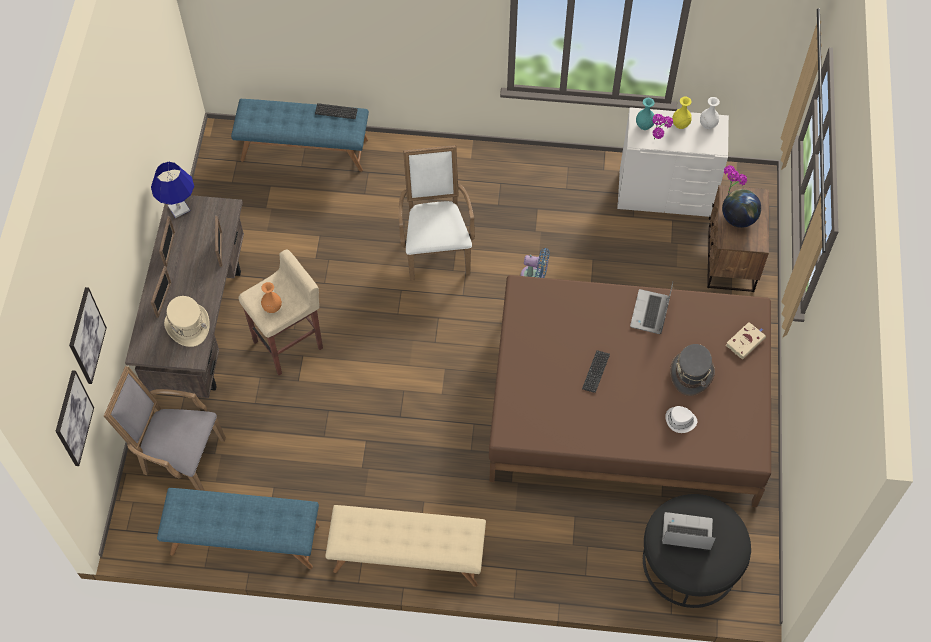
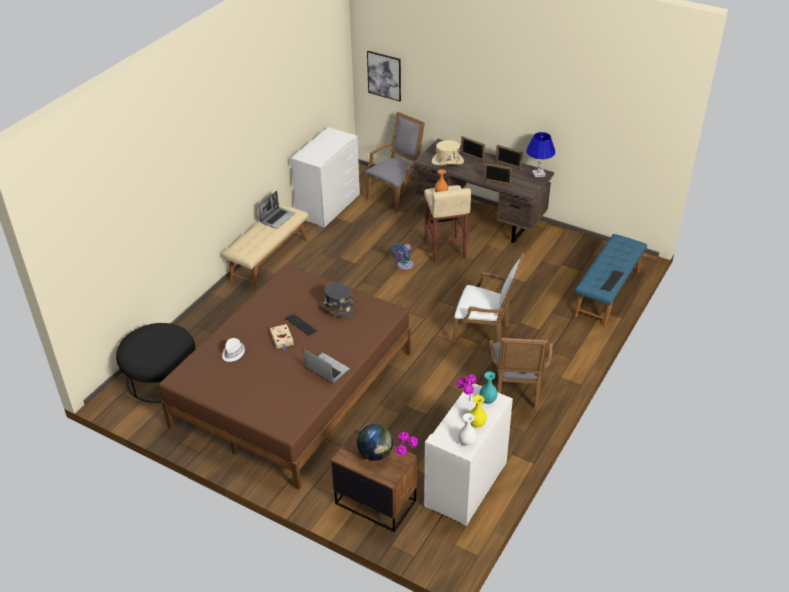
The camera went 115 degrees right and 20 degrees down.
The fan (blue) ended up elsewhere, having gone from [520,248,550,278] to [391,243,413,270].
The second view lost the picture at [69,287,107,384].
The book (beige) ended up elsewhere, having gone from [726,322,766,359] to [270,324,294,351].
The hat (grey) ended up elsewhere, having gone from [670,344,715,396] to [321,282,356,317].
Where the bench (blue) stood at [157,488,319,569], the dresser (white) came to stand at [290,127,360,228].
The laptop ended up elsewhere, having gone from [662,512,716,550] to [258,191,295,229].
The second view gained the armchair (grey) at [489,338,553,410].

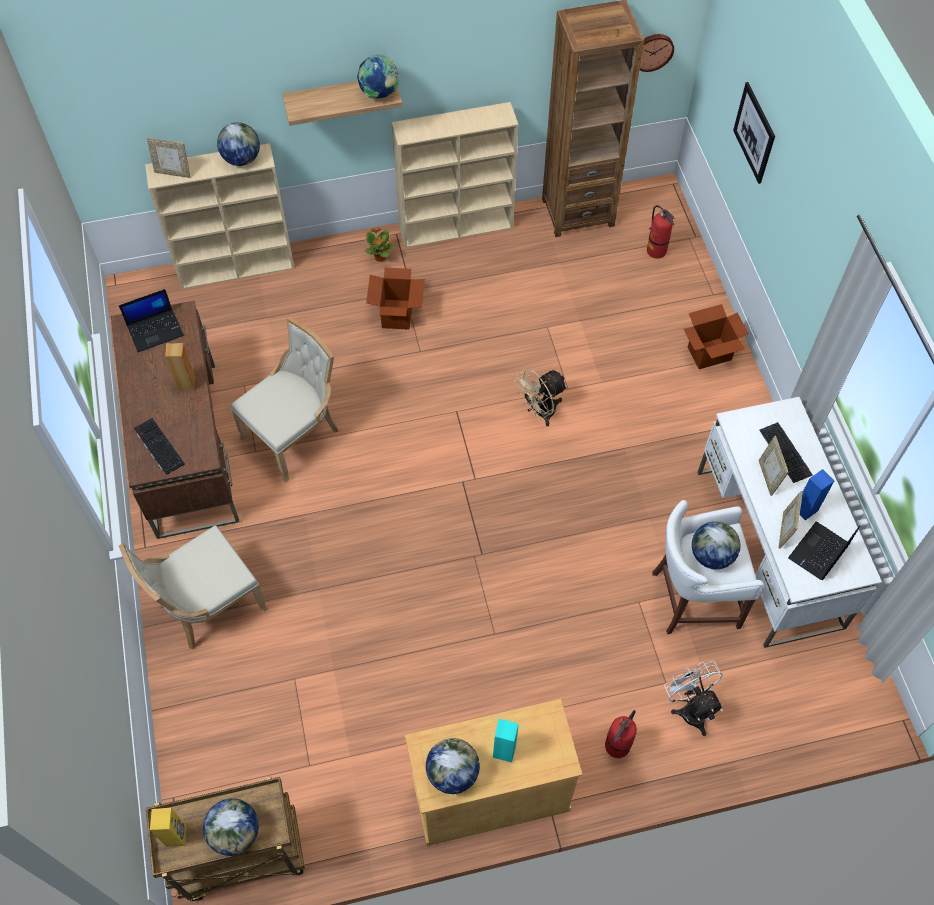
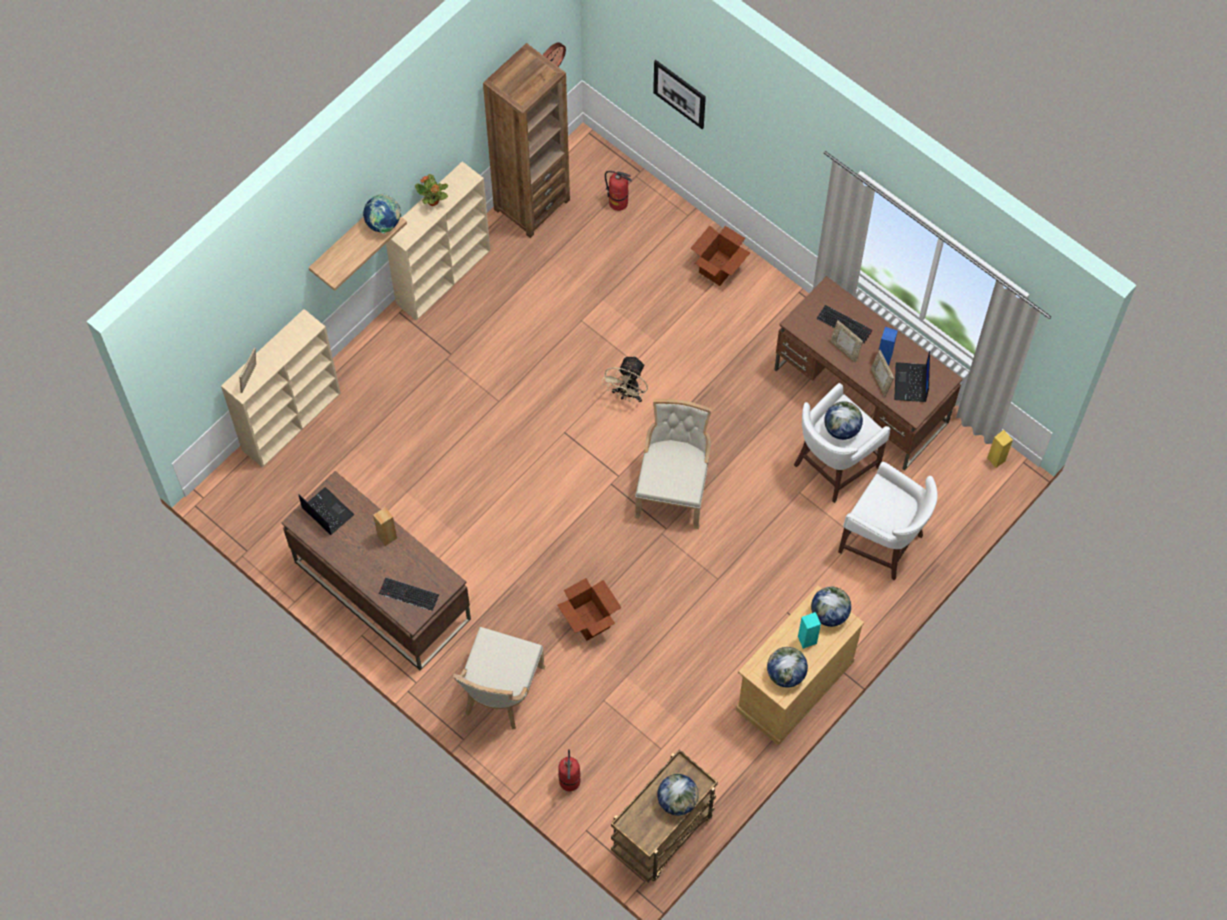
The camera went 35 degrees left and 5 degrees up.
The globe ended up elsewhere, having gone from [217,122,260,166] to [811,587,851,627].
The picture frame at [147,137,190,178] ended up facing another way, 135 degrees clockwise from before.
The potted plant ended up elsewhere, having gone from [365,227,395,262] to [415,174,448,206].
The cardboard box ended up elsewhere, having gone from [366,268,425,330] to [557,578,622,641].
The laptop at [119,289,184,352] ended up facing another way, 75 degrees counterclockwise from before.
The chair (beige) ended up elsewhere, having gone from [231,317,338,483] to [634,399,712,529].
What was the desk (white) at [697,397,882,648] turned into the desk (brown) at [774,276,963,471].
Where the fan (white) stood at [664,661,723,736], the stool (white) came to stand at [838,462,938,580].
The fire extinguisher ended up elsewhere, having gone from [605,710,637,758] to [558,749,581,791].
The speaker (yellow) ended up elsewhere, having gone from [150,808,186,847] to [987,430,1013,468].

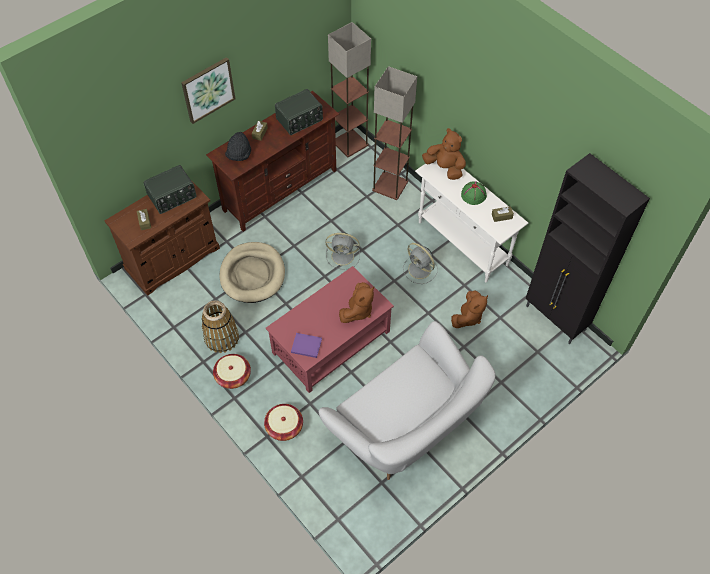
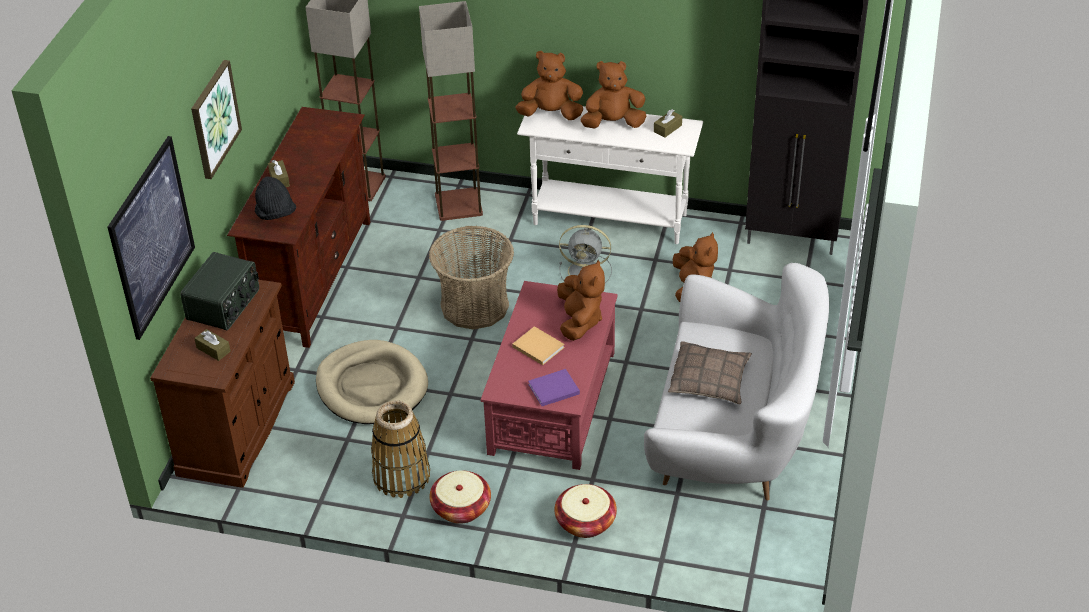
The camera went 35 degrees left and 15 degrees down.
The second view lost the radio at [275,89,323,135].
Where the hat (green) stood at [461,181,487,205], the plush toy (brown) came to stand at [580,61,646,129].
Where the fan (grey) stood at [326,232,360,270], the basket came to stand at [429,225,514,330].
The second view gained the picture at [107,136,195,340].
The second view gained the book (beige) at [512,326,565,365].
The second view gained the pillow at [668,341,752,404].

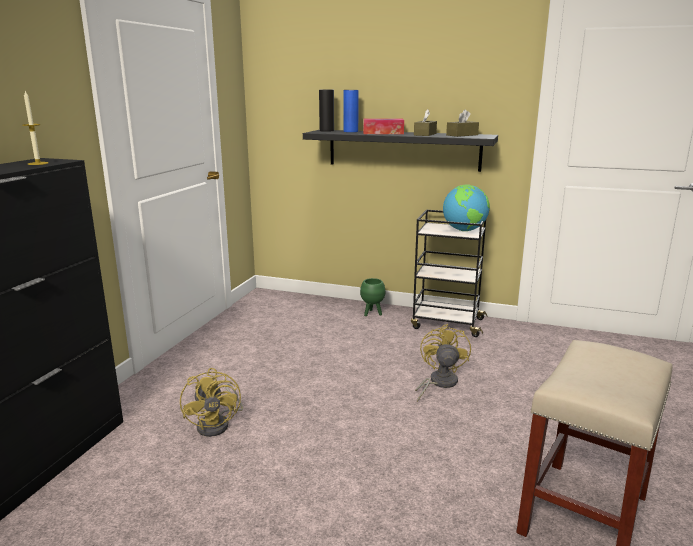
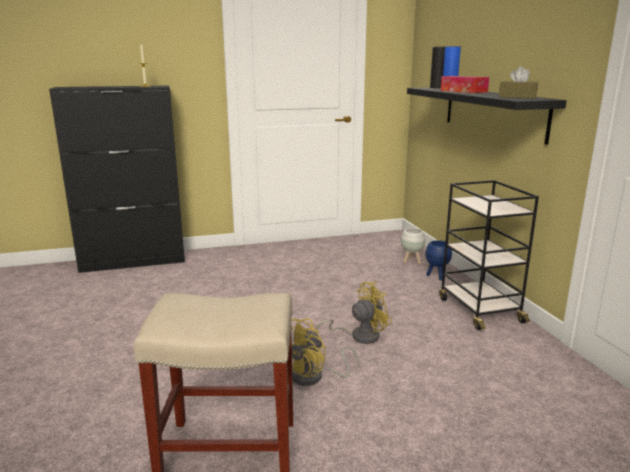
The camera went 55 degrees right and 0 degrees up.
The second view lost the tissue box (brown) at [414,109,437,136].
The second view lost the globe at [443,184,490,231].
What was the planter (green) at [360,278,385,316] turned into the planter (blue) at [426,240,452,280].
The fan (yellow) ended up elsewhere, having gone from [180,368,243,437] to [291,318,359,386].
The second view gained the planter (white) at [401,228,425,264].

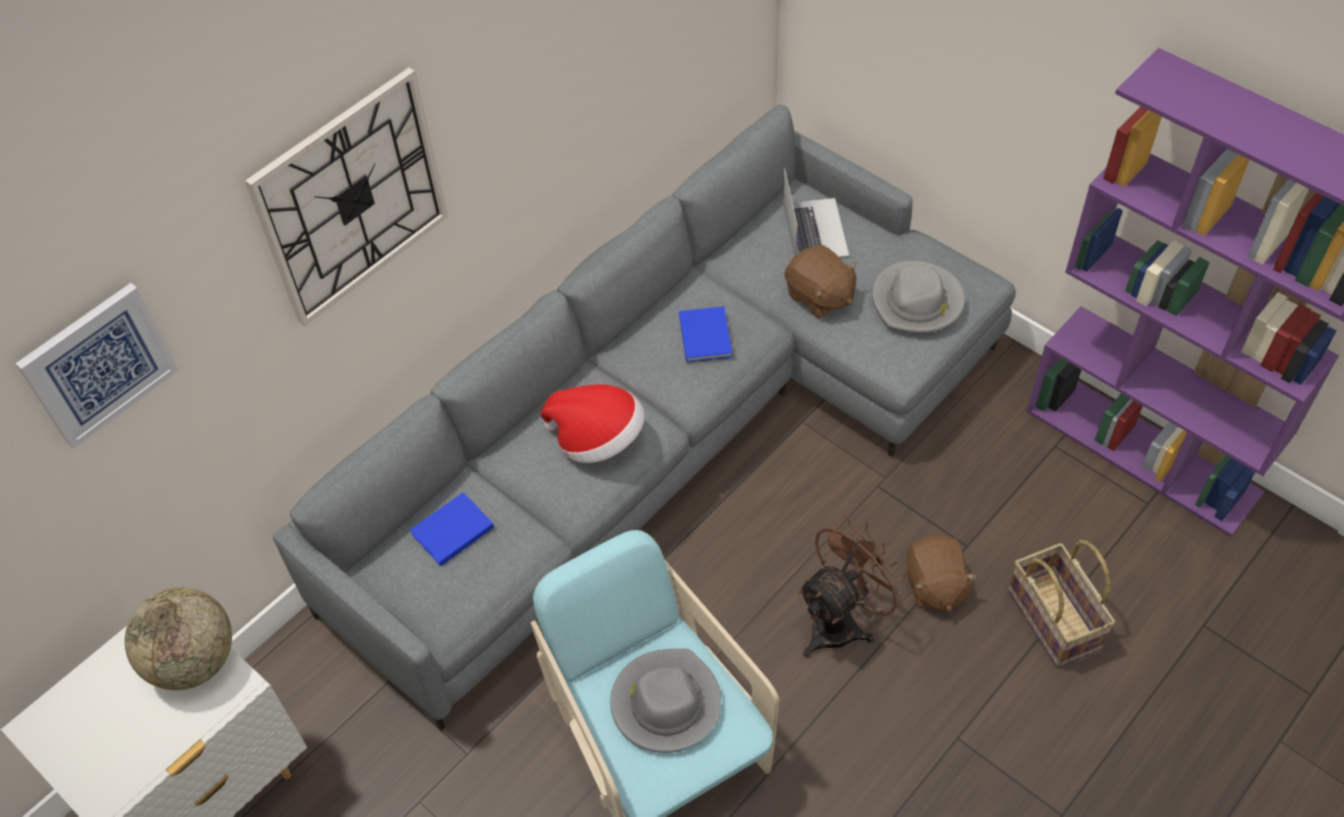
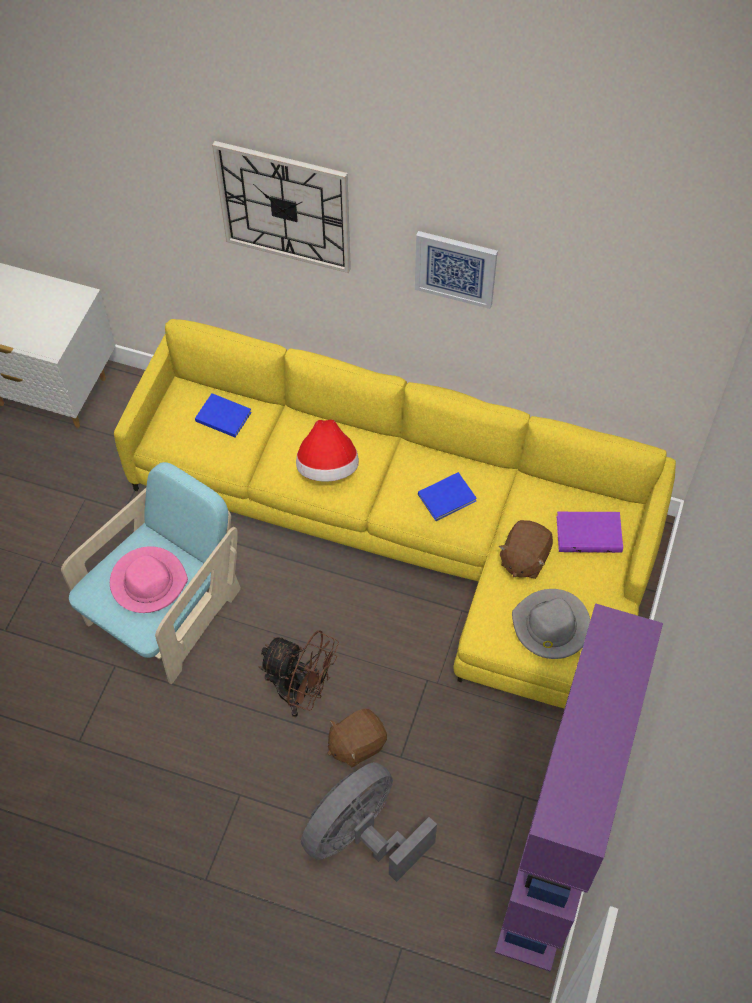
The camera went 65 degrees right and 5 degrees up.
What was the sofa (grey) at [273,104,1016,731] turned into the sofa (yellow) at [114,319,676,709].
Where the laptop stood at [783,168,849,257], the book (purple) came to stand at [556,511,623,553].
The picture ended up elsewhere, having gone from [15,283,179,449] to [415,231,498,309].
Where the basket stood at [1008,540,1116,668], the fan (grey) came to stand at [301,762,437,882].
The second view lost the globe at [125,587,232,690].
What was the hat (grey) at [610,648,721,753] turned into the hat (pink) at [110,546,188,613].

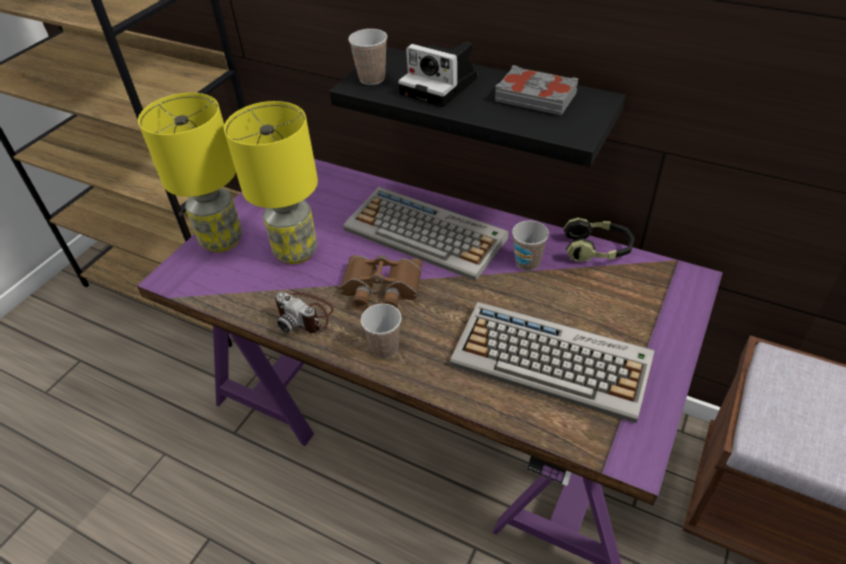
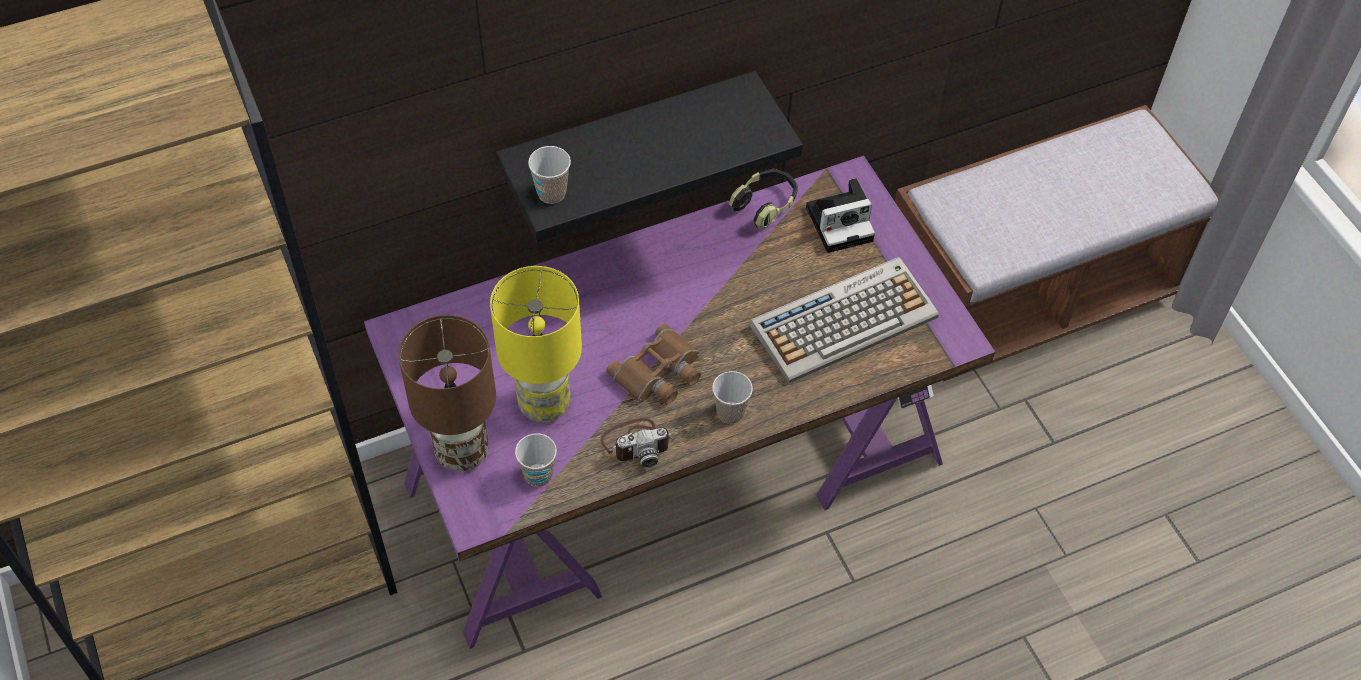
The camera went 55 degrees left and 10 degrees up.
The photo camera ended up elsewhere, having gone from [398,42,477,107] to [806,178,875,253].
The second view lost the book (grey) at [495,65,578,115].
What was the table lamp (yellow) at [138,93,242,252] turned into the table lamp (brown) at [398,315,496,471].
The second view lost the keyboard at [343,187,509,281].
The cup ended up elsewhere, having gone from [512,221,549,271] to [515,433,557,487].

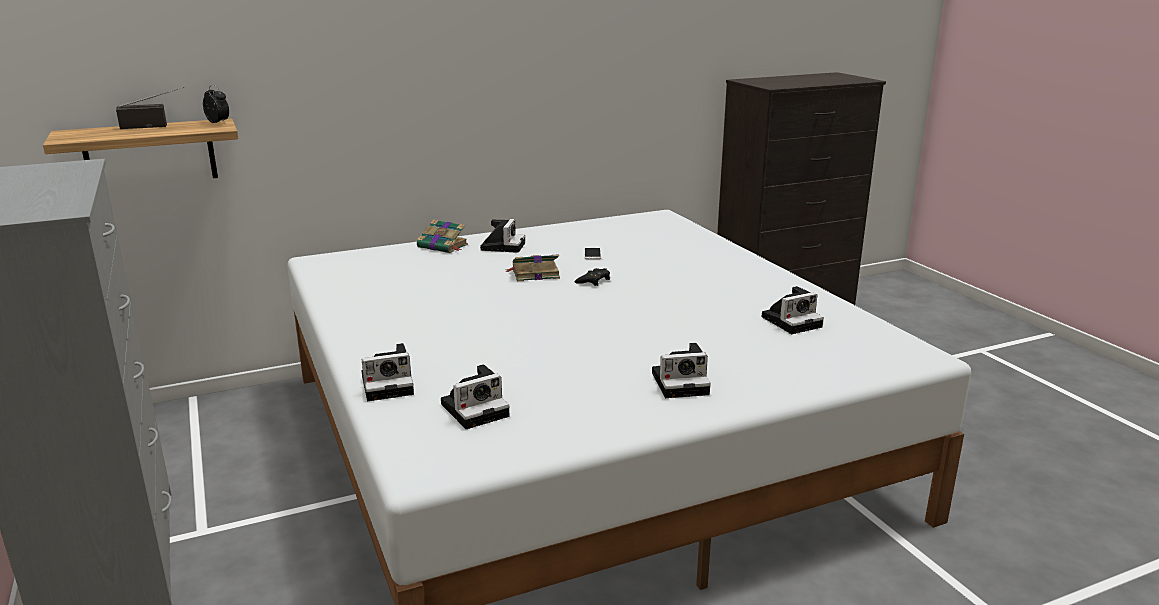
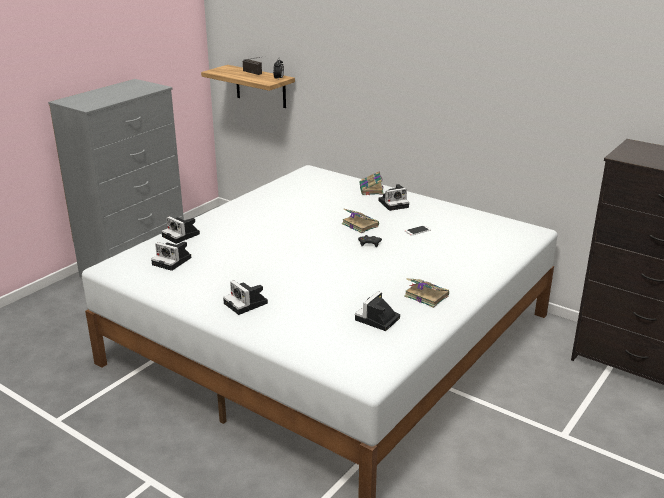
The camera went 60 degrees right and 5 degrees up.
The photo camera at [762,286,824,334] ended up facing another way, 90 degrees clockwise from before.
The second view gained the book at [404,278,449,308].

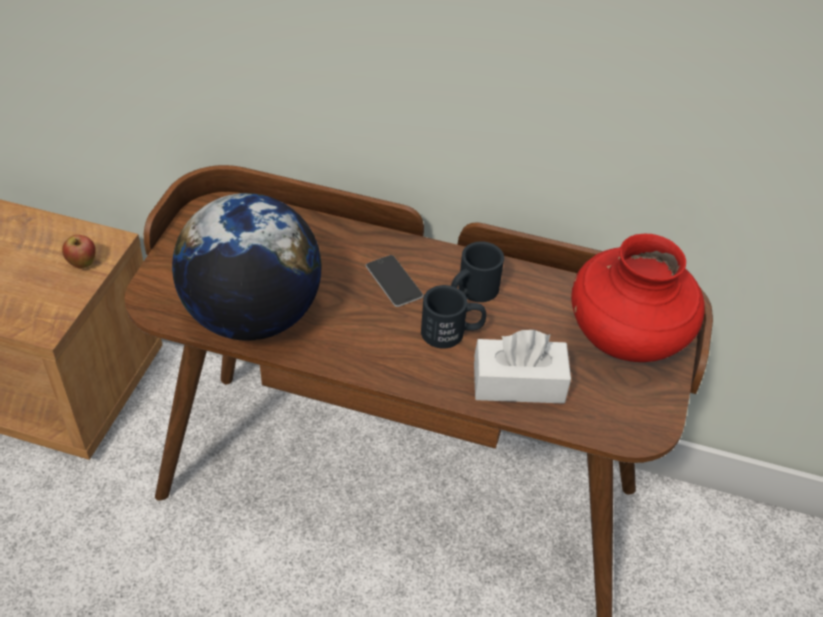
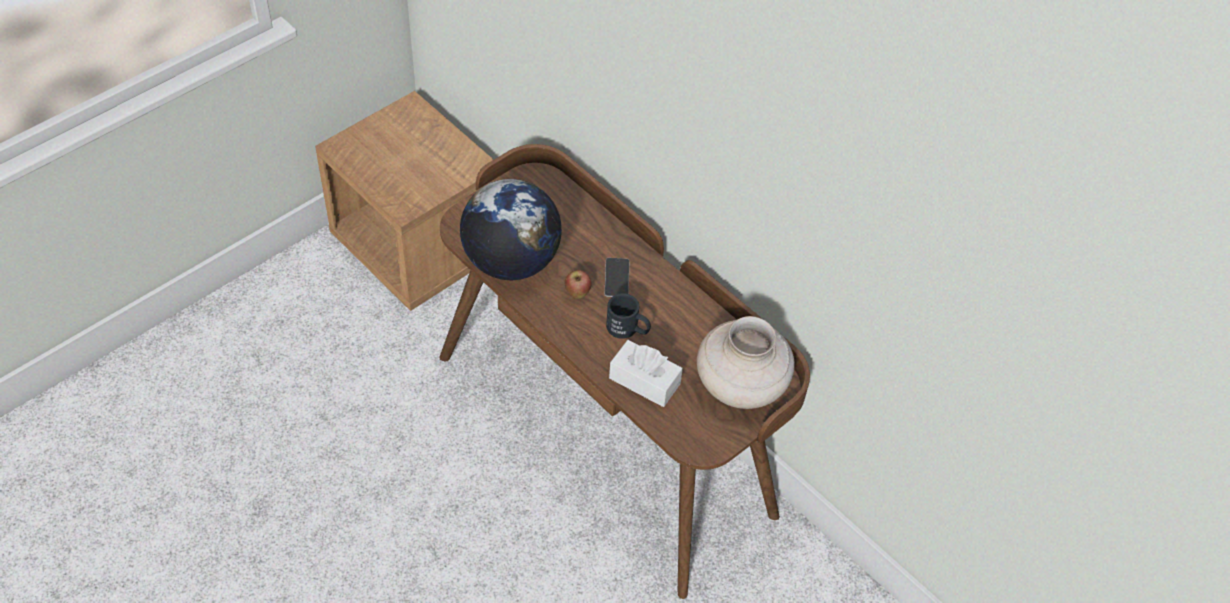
The camera went 30 degrees right and 5 degrees up.
What was the vase (red) at [571,233,704,362] turned into the vase (beige) at [697,316,795,409].
The apple ended up elsewhere, having gone from [62,235,96,269] to [565,270,591,299].
The second view lost the mug (black) at [451,241,504,302].

